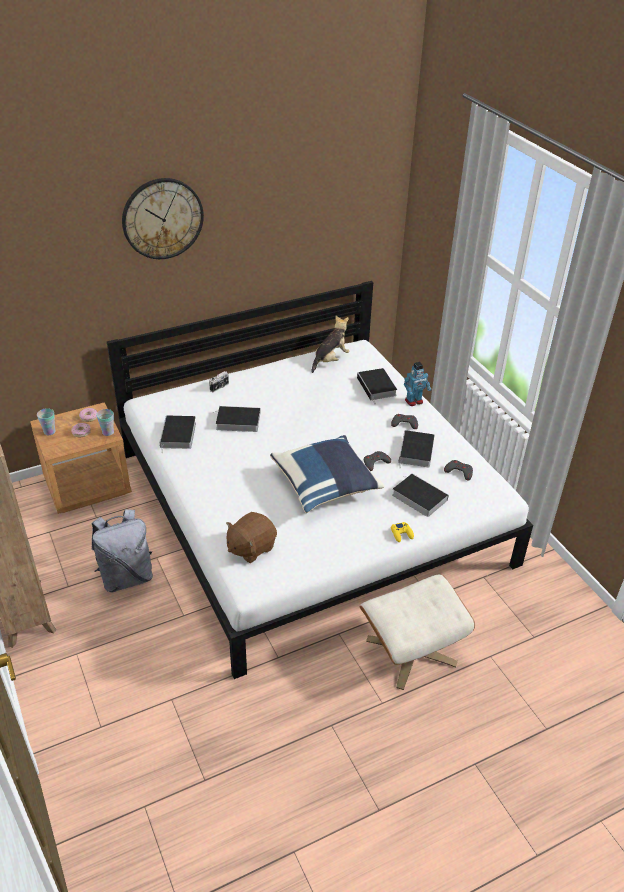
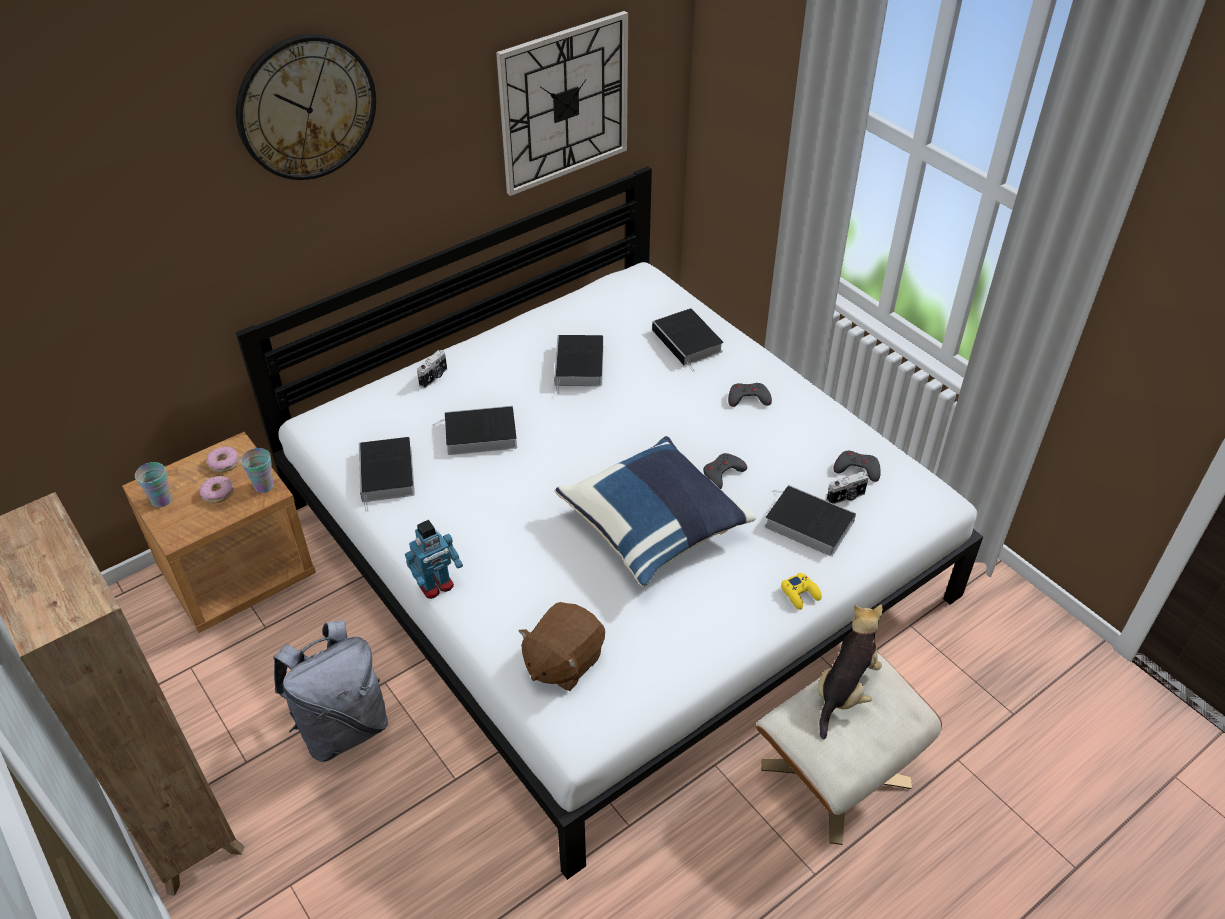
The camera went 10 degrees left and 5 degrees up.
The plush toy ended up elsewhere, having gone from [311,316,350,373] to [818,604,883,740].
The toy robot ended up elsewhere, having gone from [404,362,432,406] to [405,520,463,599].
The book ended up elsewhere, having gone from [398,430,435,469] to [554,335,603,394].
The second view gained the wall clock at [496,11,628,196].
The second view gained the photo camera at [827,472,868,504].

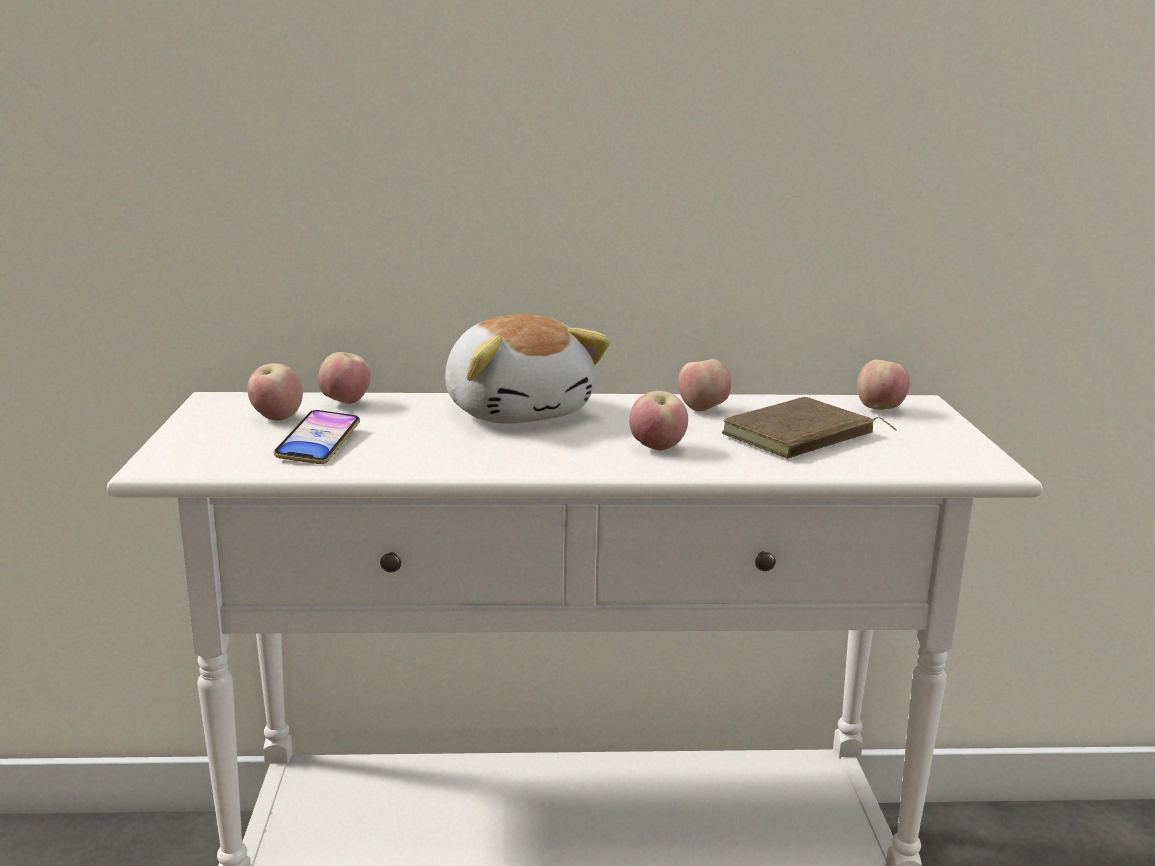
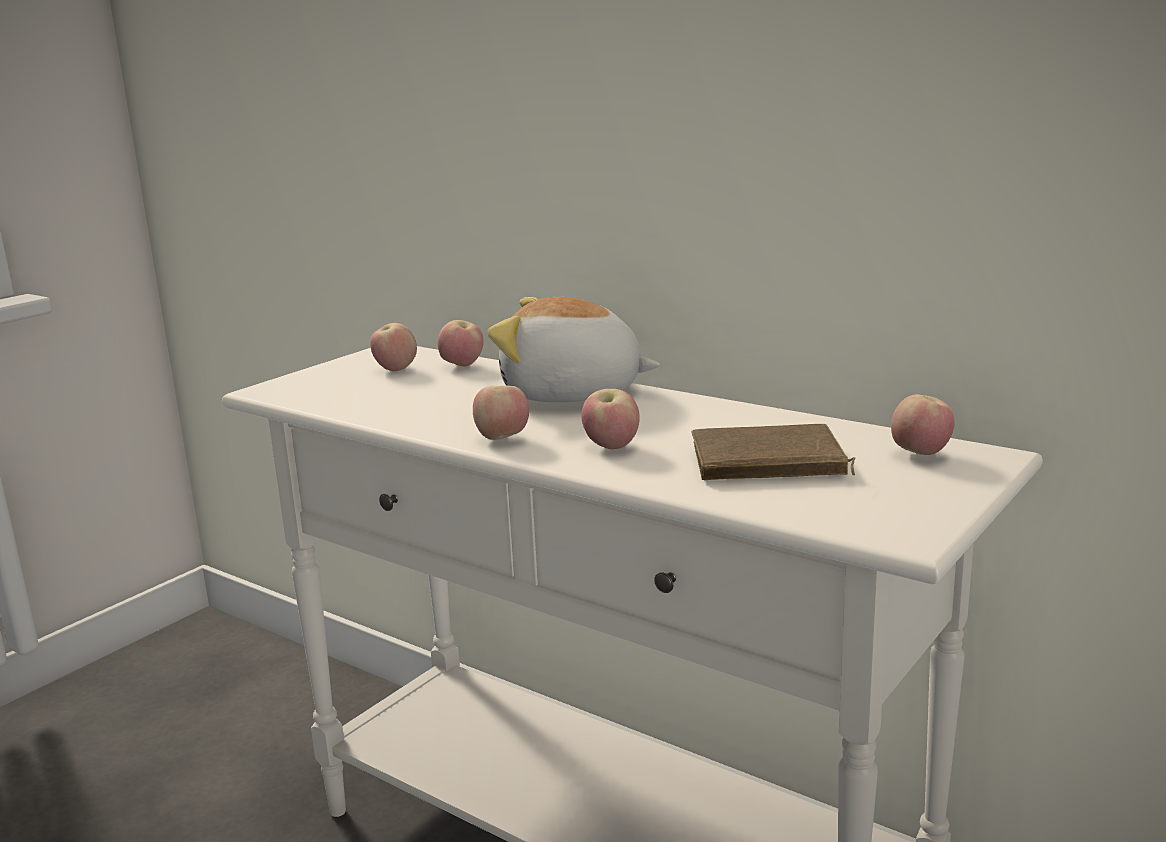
The camera went 40 degrees right and 0 degrees up.
The plush toy at [445,314,611,424] ended up facing another way, 90 degrees clockwise from before.
The apple ended up elsewhere, having gone from [678,359,731,411] to [473,386,529,440].
The second view lost the phone at [274,410,360,464].

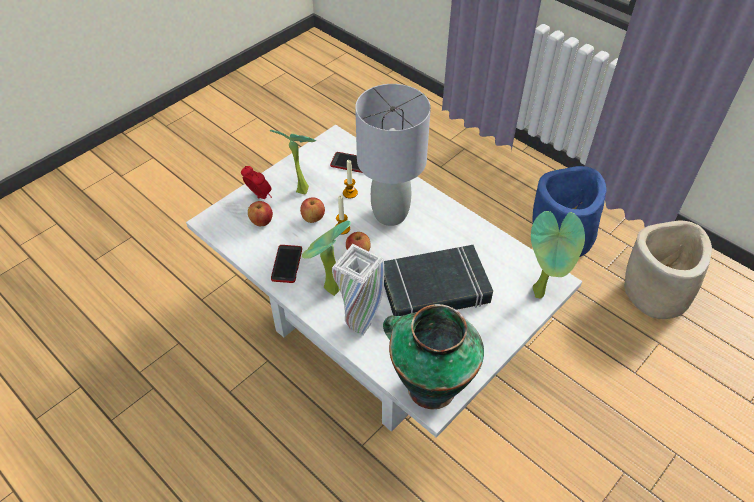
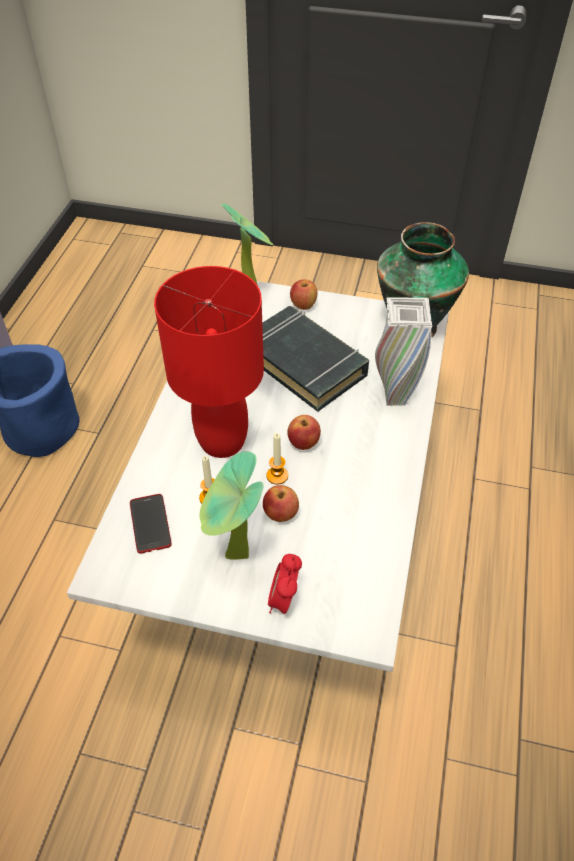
The camera went 120 degrees left and 0 degrees up.
What was the table lamp (grey) at [355,84,431,226] turned into the table lamp (red) at [154,266,264,458].
The apple ended up elsewhere, having gone from [248,201,273,226] to [290,279,317,310].
The second view lost the potted plant at [302,220,351,296].
The second view lost the planter (beige) at [624,221,712,319].
The second view lost the phone at [271,245,302,283].

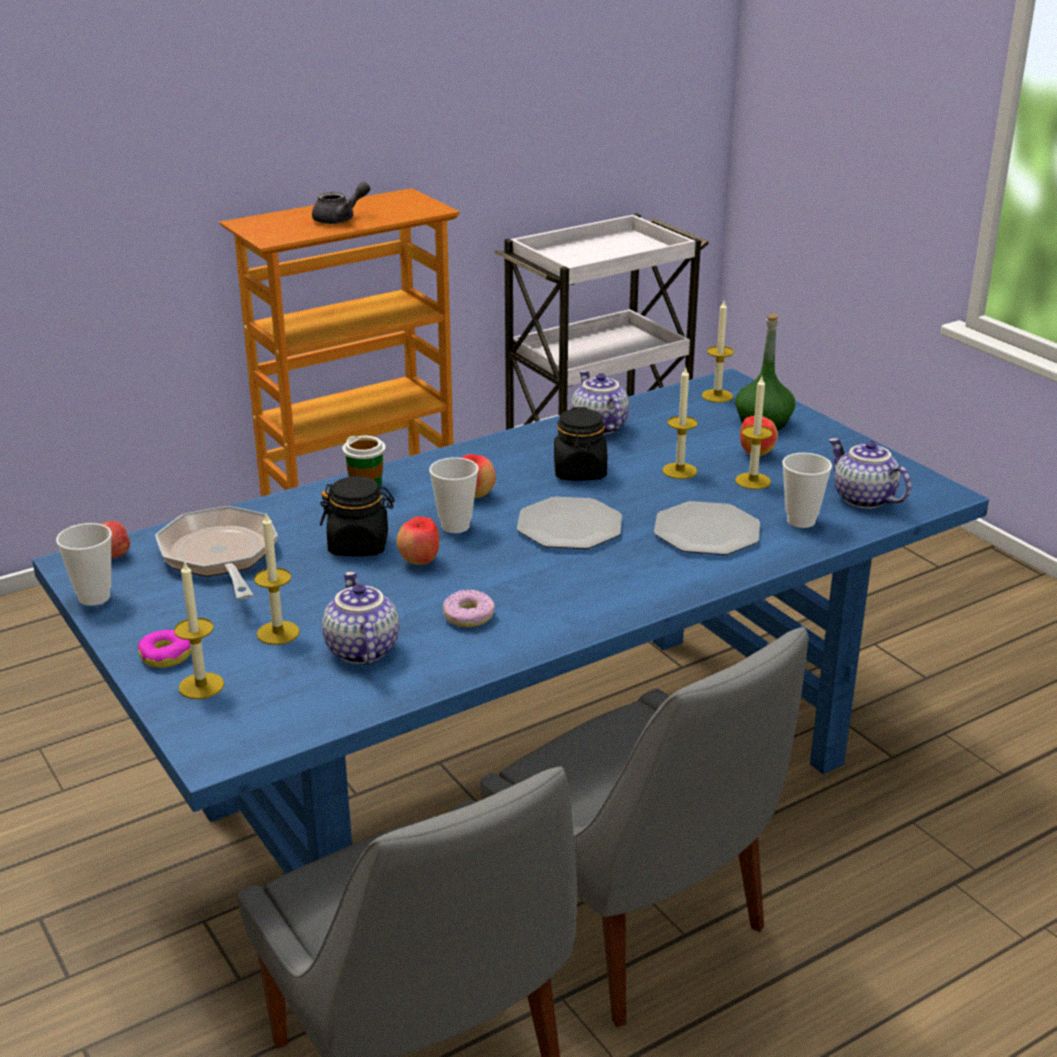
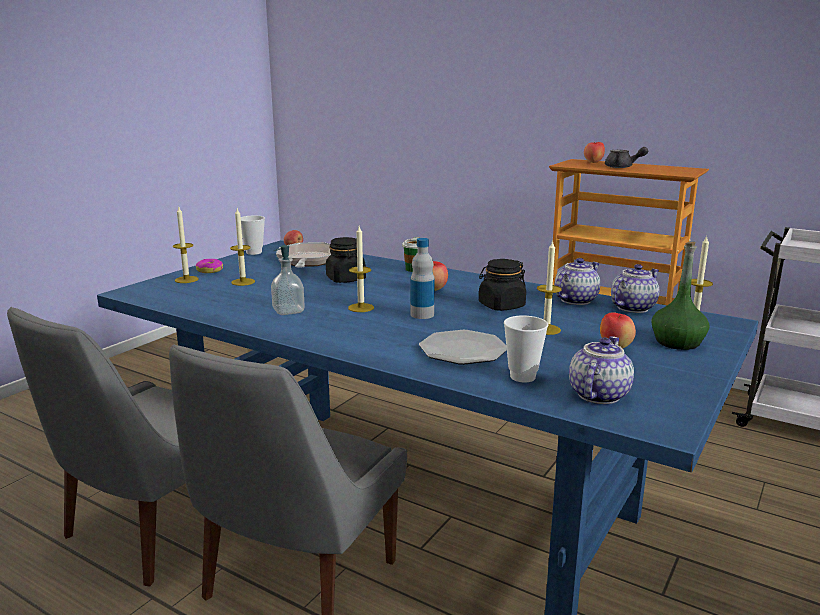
The camera went 65 degrees right and 10 degrees down.
The candle ended up elsewhere, having gone from [735,377,773,489] to [348,226,374,312].
The second view lost the cup at [429,458,479,533].
Where the plate stood at [517,497,622,549], the bottle came to stand at [411,238,435,319].
The frying pan at [155,506,278,599] ended up facing another way, 45 degrees counterclockwise from before.
The apple ended up elsewhere, having gone from [396,517,440,565] to [584,142,605,163].
The teapot ended up elsewhere, having gone from [322,571,399,665] to [611,264,659,313].
Where the donut stood at [443,589,495,627], the soap dispenser came to stand at [271,245,305,315].

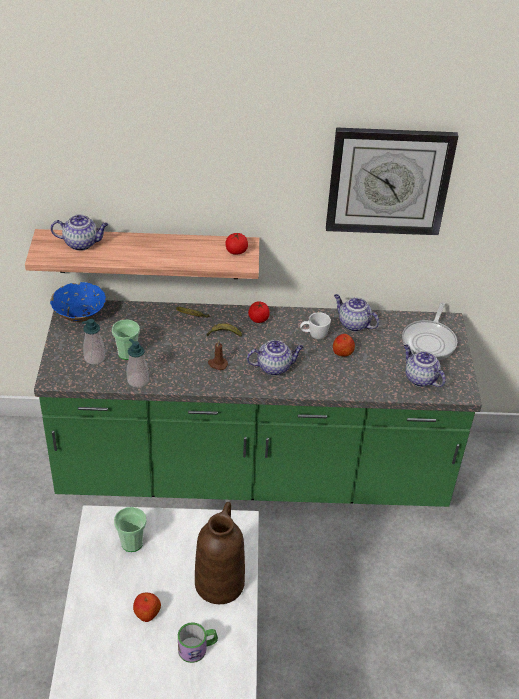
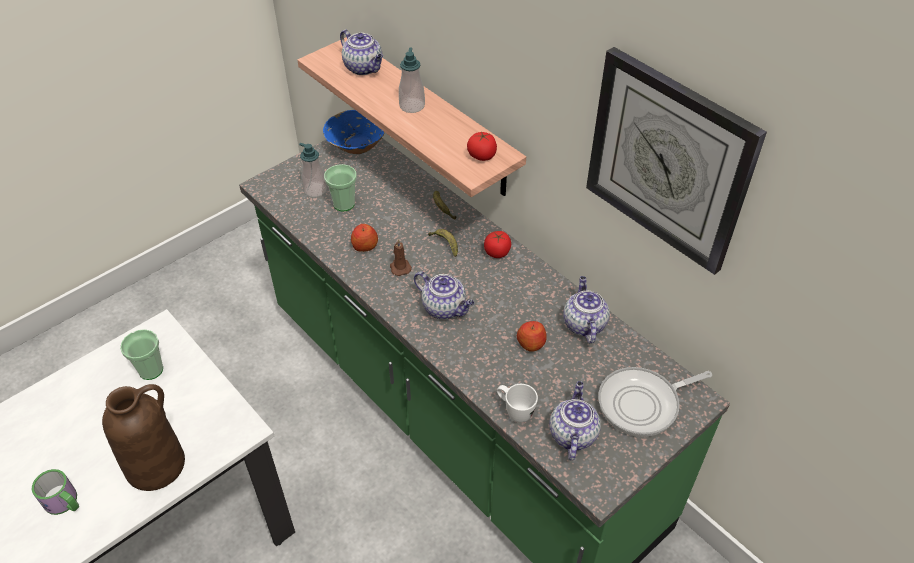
The camera went 50 degrees right and 5 degrees up.
The mug (white) ended up elsewhere, having gone from [300,312,331,339] to [497,384,538,423].
The soap dispenser ended up elsewhere, having gone from [127,339,149,388] to [399,48,425,113].
The apple ended up elsewhere, having gone from [133,593,161,622] to [351,224,378,252].

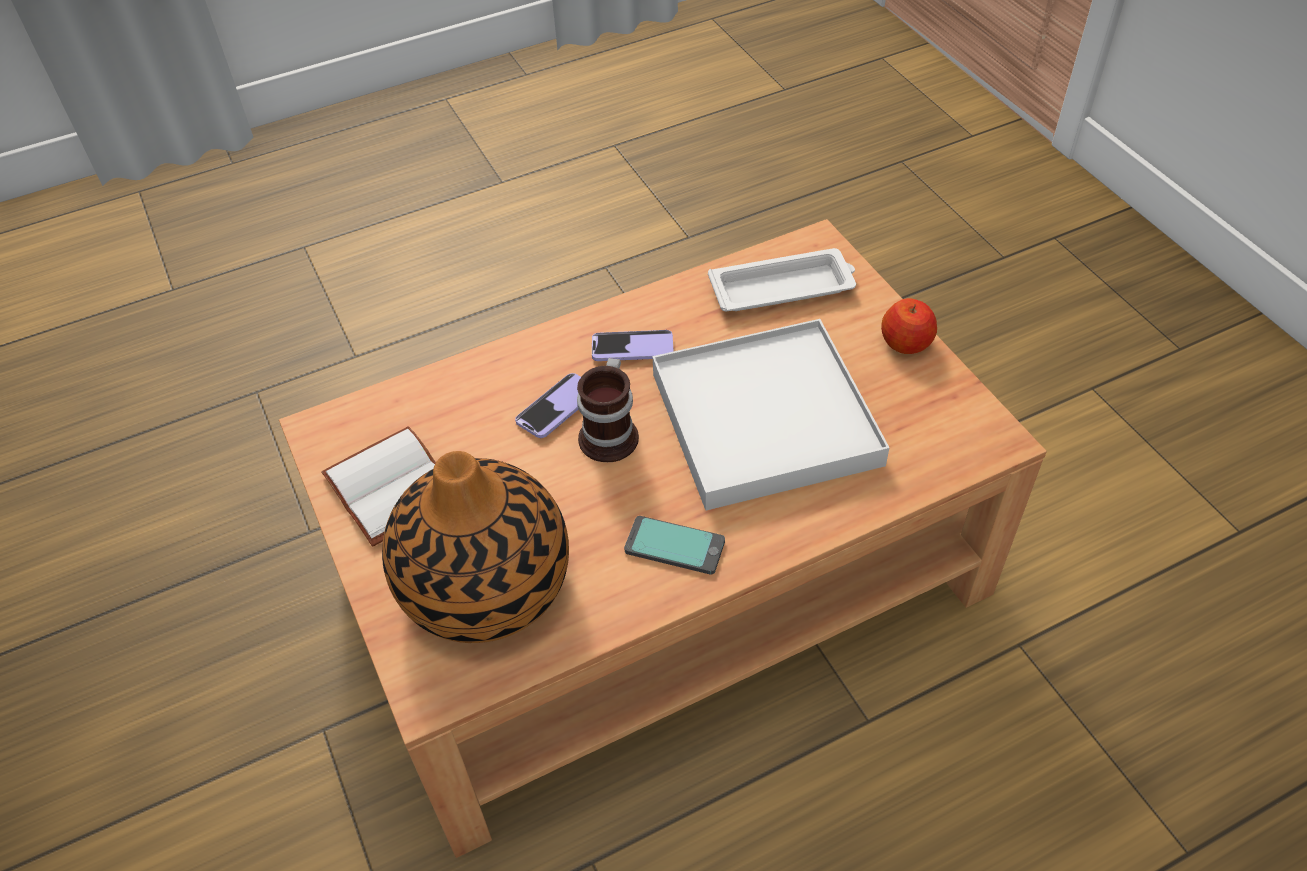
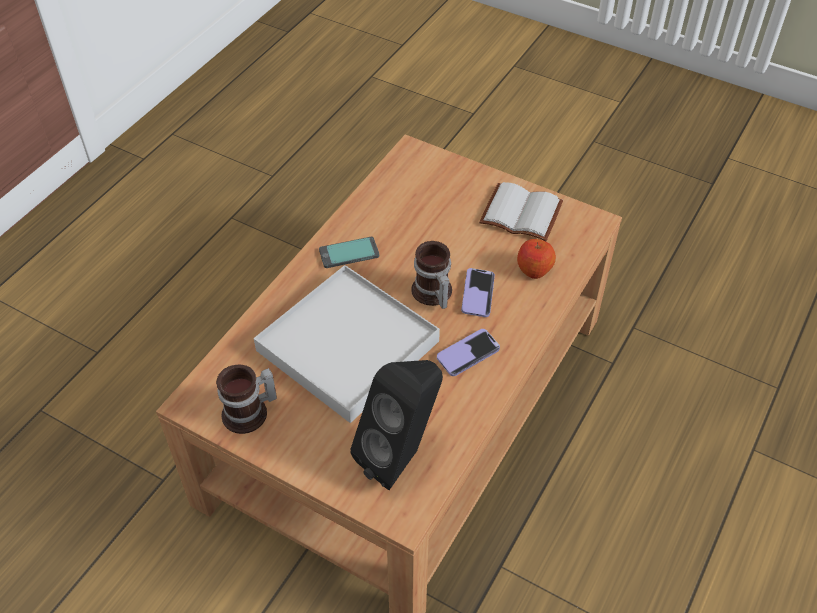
The camera went 145 degrees right and 0 degrees up.
Where the tray (white) stood at [708,248,856,311], the speaker (black) came to stand at [350,360,443,490].
The apple ended up elsewhere, having gone from [881,298,937,354] to [517,239,556,279].
The second view lost the vase at [382,451,569,643].
The second view gained the mug at [216,365,277,434].

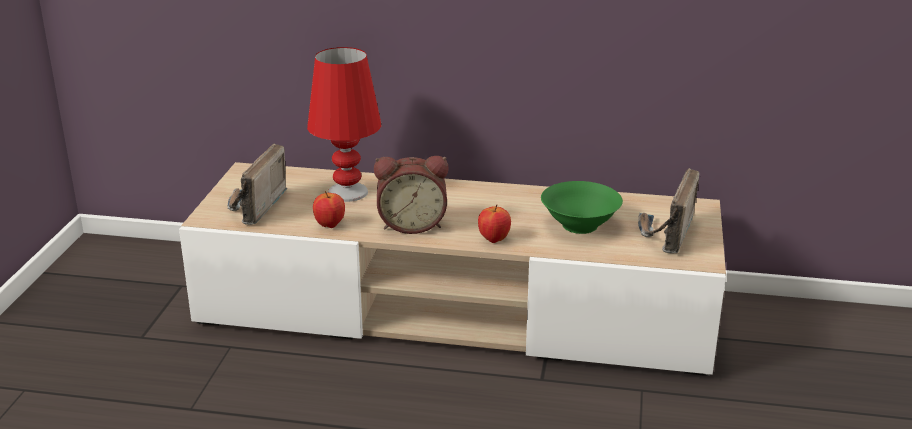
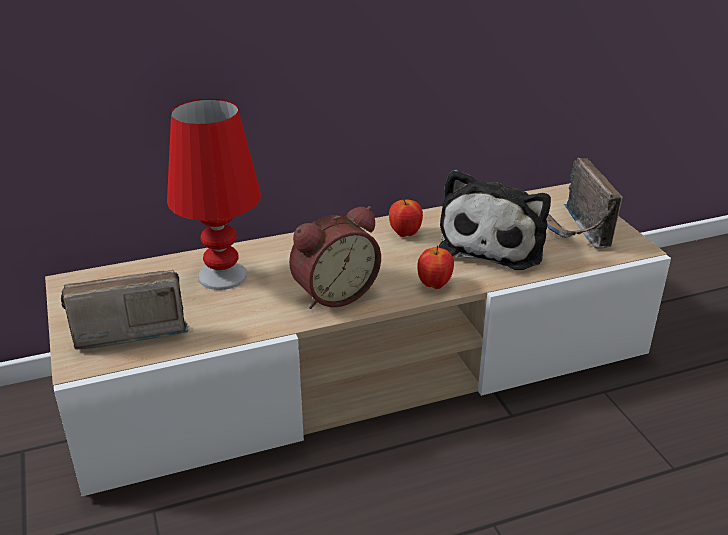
The camera went 30 degrees left and 5 degrees up.
The radio at [228,143,287,225] ended up facing another way, 90 degrees clockwise from before.
Where the bowl (green) stood at [541,181,623,234], the plush toy came to stand at [438,170,551,270].
The apple ended up elsewhere, having gone from [313,191,345,228] to [389,199,423,237].

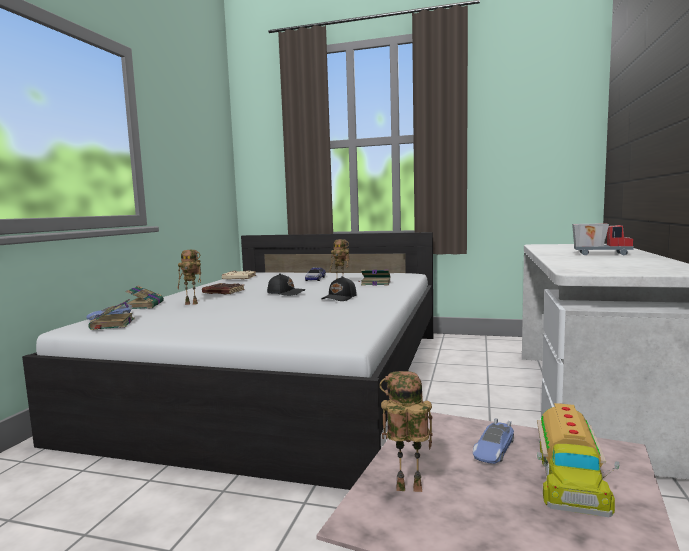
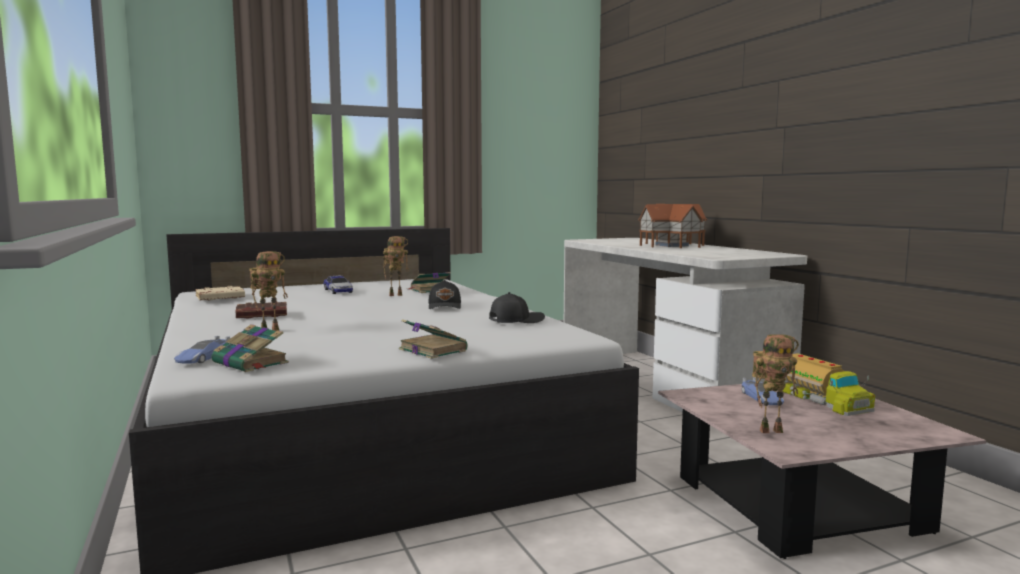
The camera went 40 degrees left and 0 degrees up.
Where the toy truck stood at [572,223,634,255], the toy house came to stand at [638,204,707,248].
The cap (black) ended up elsewhere, having gone from [267,273,306,296] to [489,292,545,323].
The book ended up elsewhere, having gone from [126,286,164,309] to [399,319,468,359].
The toy robot at [379,371,433,492] ended up facing another way, 150 degrees counterclockwise from before.

